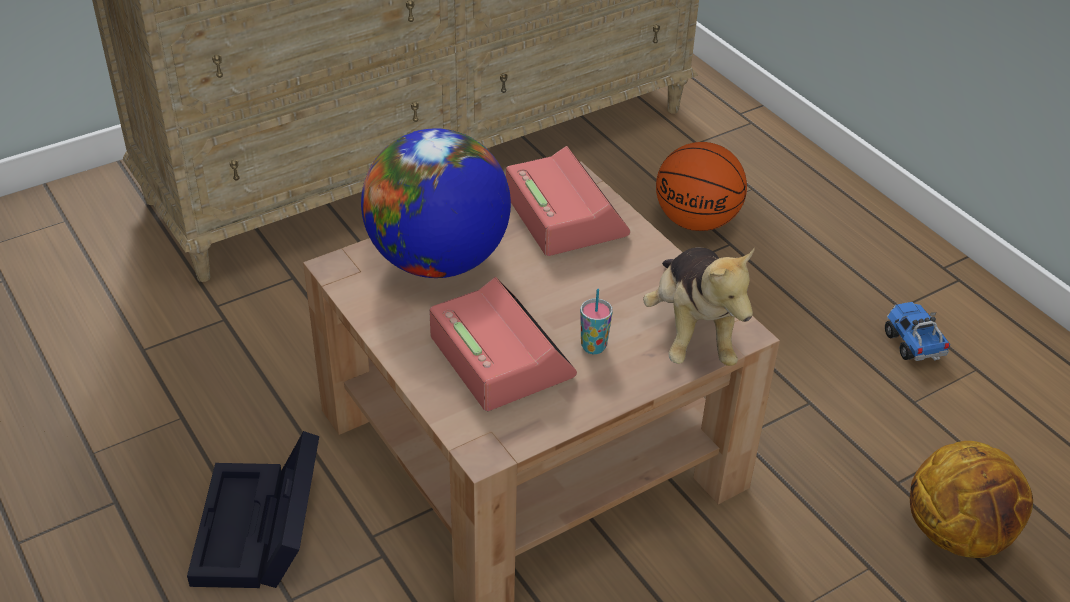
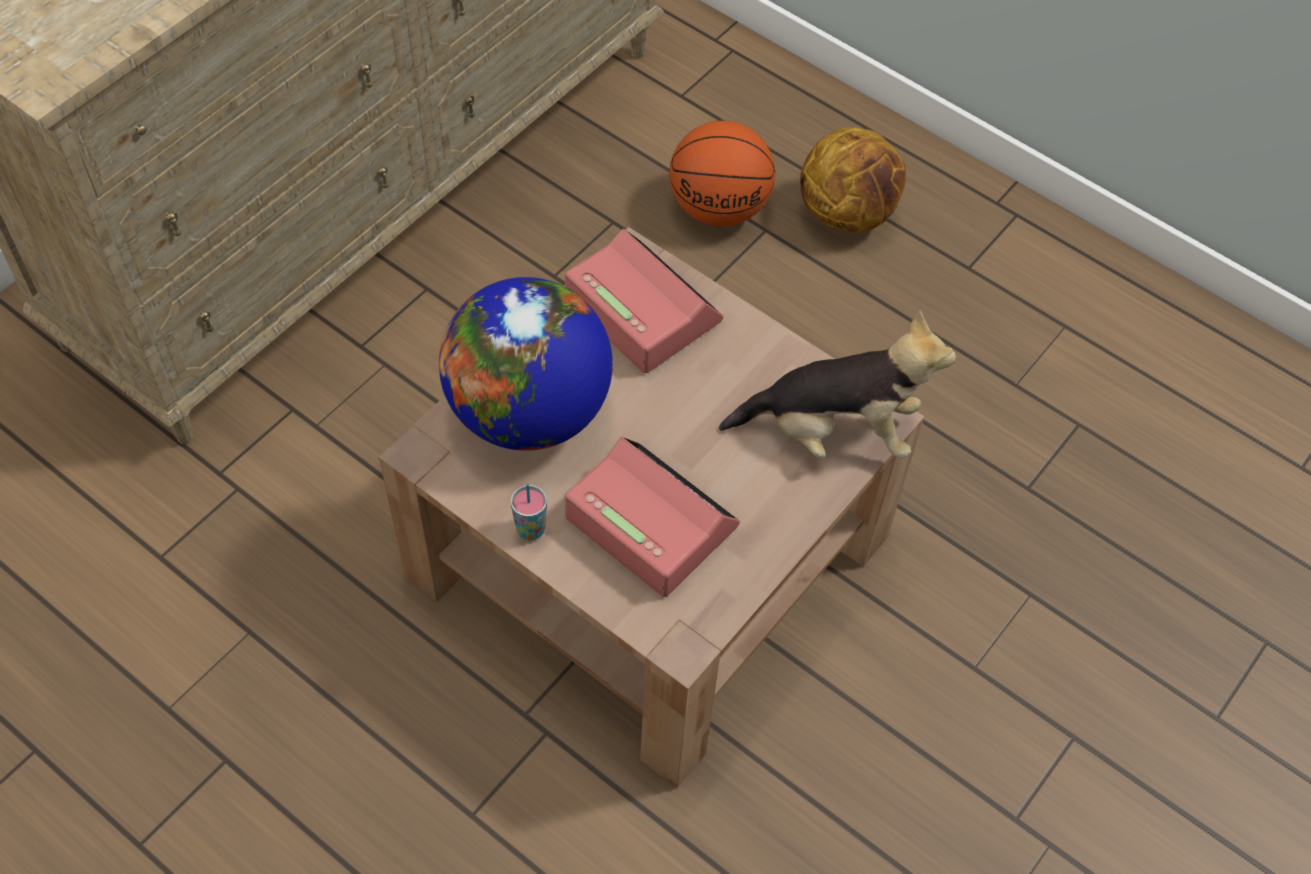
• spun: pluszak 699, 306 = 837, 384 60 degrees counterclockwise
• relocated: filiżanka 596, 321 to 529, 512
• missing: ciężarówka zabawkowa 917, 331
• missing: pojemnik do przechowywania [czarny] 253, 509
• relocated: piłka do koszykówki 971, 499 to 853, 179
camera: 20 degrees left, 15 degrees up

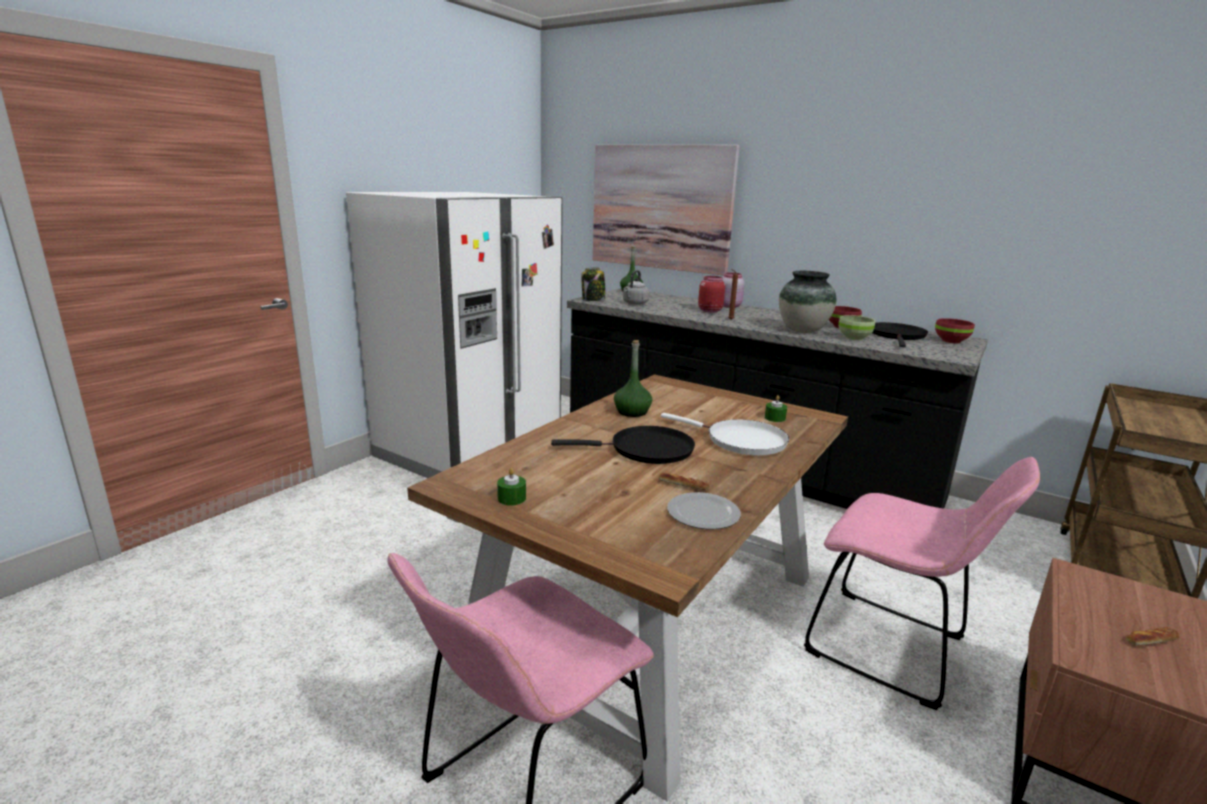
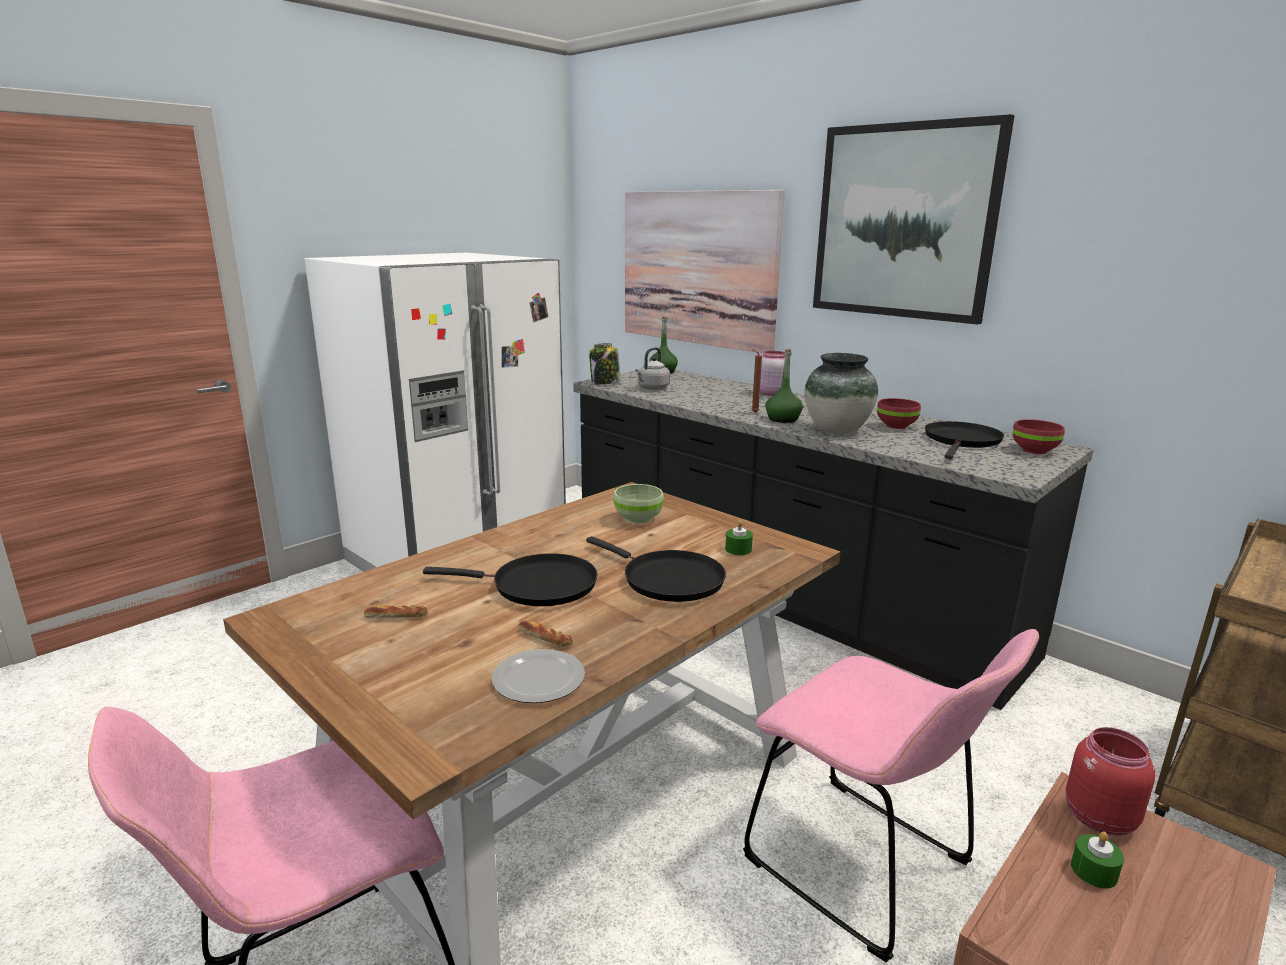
• relocated: słoik [czerwony] 711, 294 to 1110, 781
• relocated: miska [zielony] 856, 327 to 638, 504
• relocated: butelka [zielony] 633, 378 to 784, 386
• colour: patelnia [biały] 725, 434 to patelnia [czarny] 656, 569
• relocated: świeca [zielony] 511, 487 to 1097, 860
• relocated: chleb 1152, 636 to 396, 611
• appeared: obraz 914, 219
camera: 10 degrees right, 0 degrees up

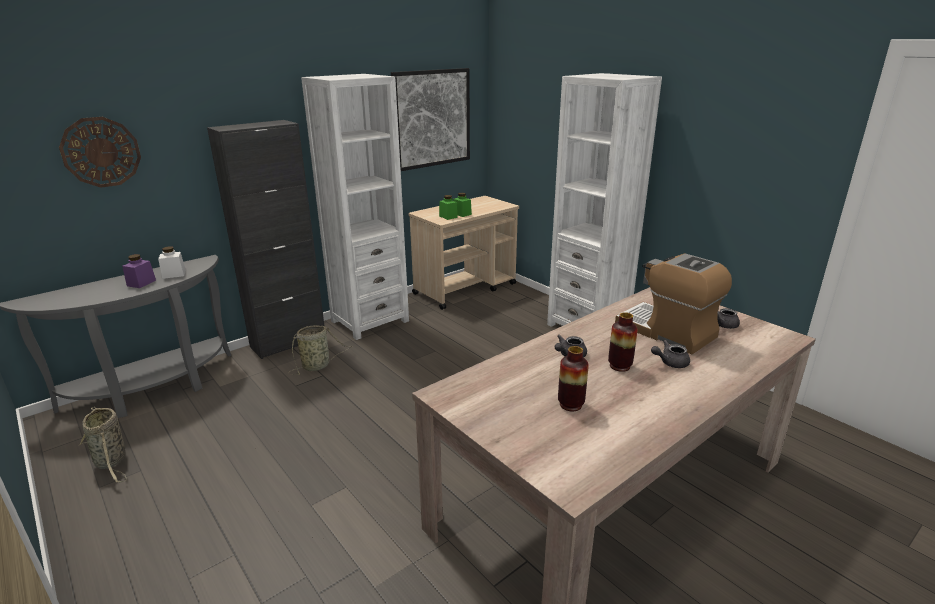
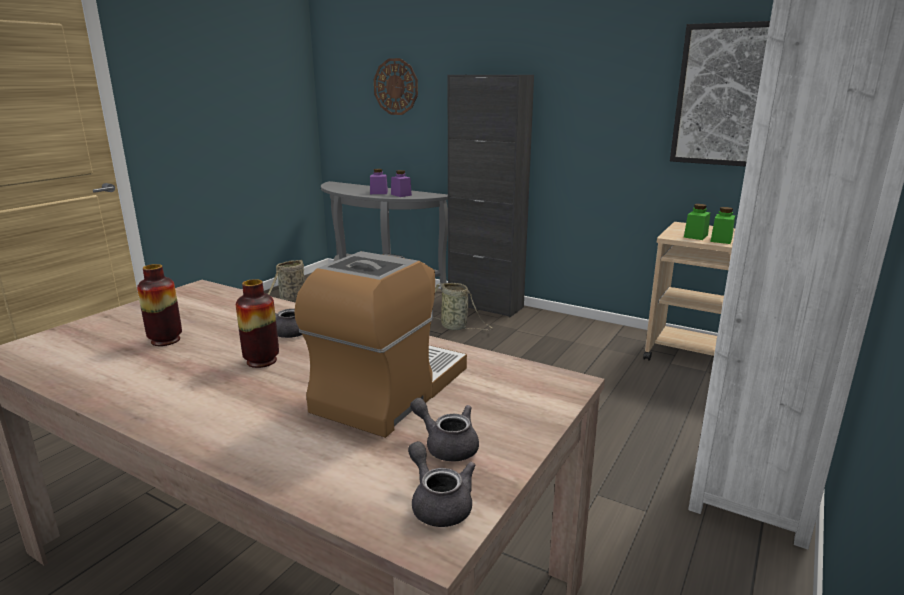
• missing: regał [biały] 355, 207
• colour: słoik [biały] 172, 262 to słoik [fioletowy] 401, 183
• relocated: imbryk [szary] 670, 354 to 441, 484
camera: 70 degrees right, 5 degrees down

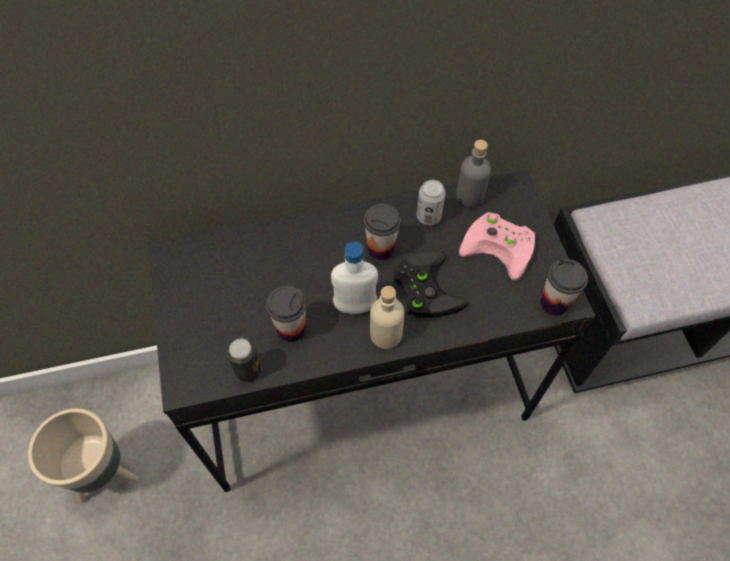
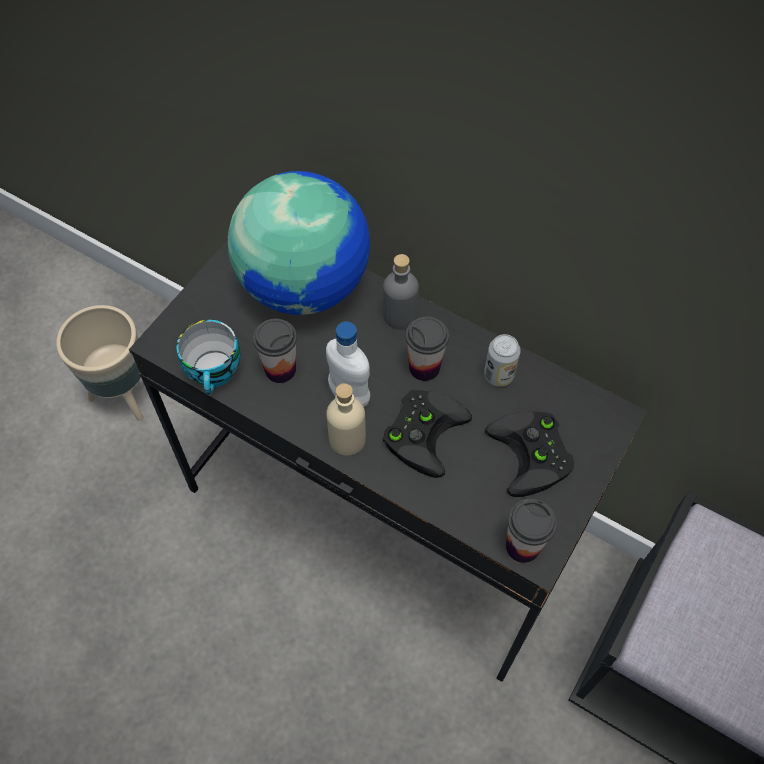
• relocated: butelka [szary] 473, 173 to 401, 292
• colour: pad do gier [różowy] 497, 246 to pad do gier [czarny] 529, 454
• exchanged: puszka 244, 360 to filiżanka 208, 357
• appeared: globus 299, 243
camera: 45 degrees right, 0 degrees up

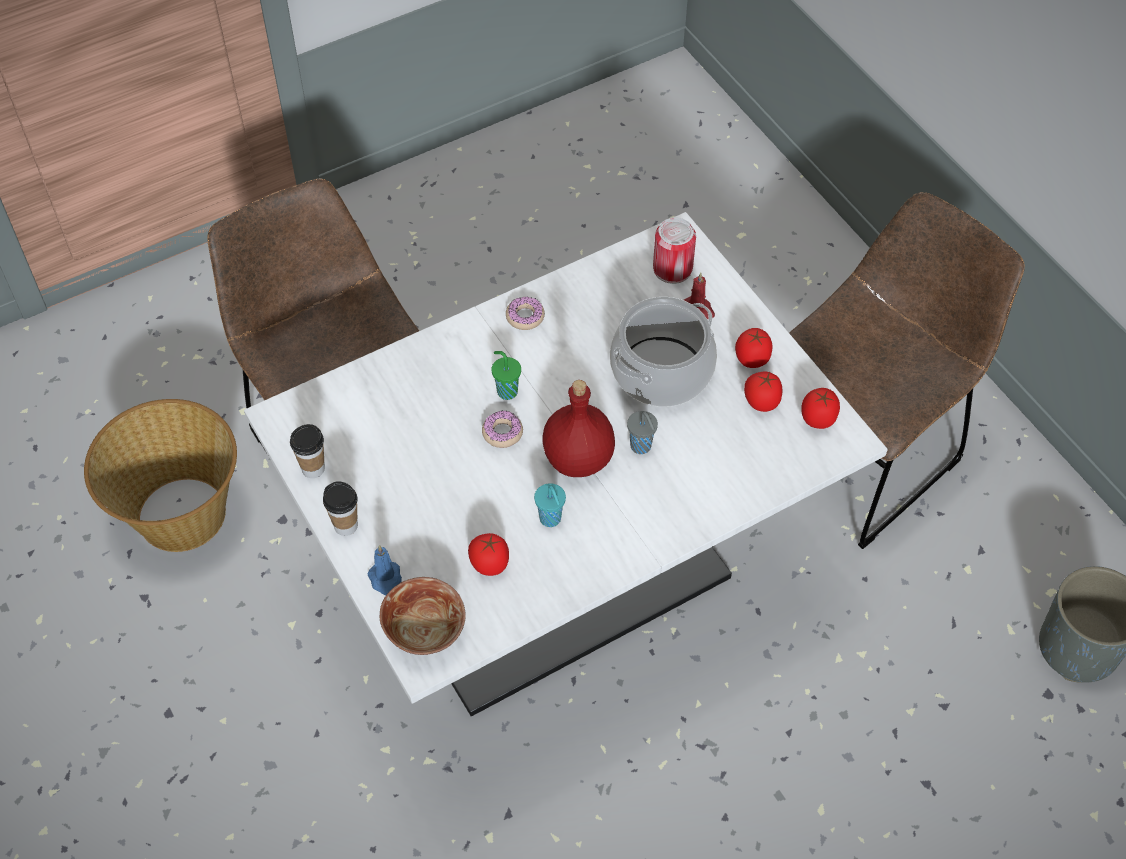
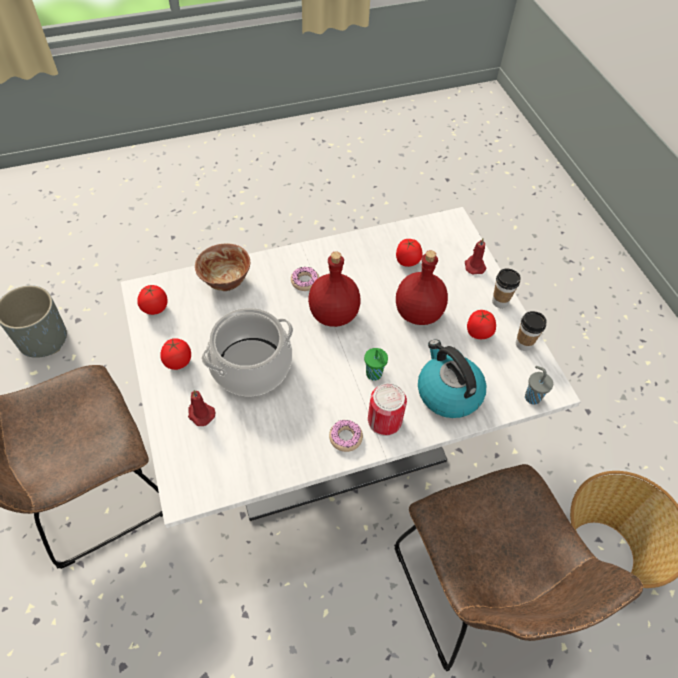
• relocated: puszka 674, 251 to 387, 409
• relocated: pomidor 763, 392 to 481, 324
• relocated: donut 502, 429 to 305, 278
• relocated: filiżanka [szary] 642, 432 to 539, 385
• missing: filiżanka [turkusowy] 550, 505
• colour: świeca [niebieski] 384, 570 to świeca [czerwony] 476, 256
• relocated: miska 423, 616 to 222, 267
• appeared: butelka [czerwony] 422, 287
• appeared: czajnik 452, 379
camera: 170 degrees left, 0 degrees up

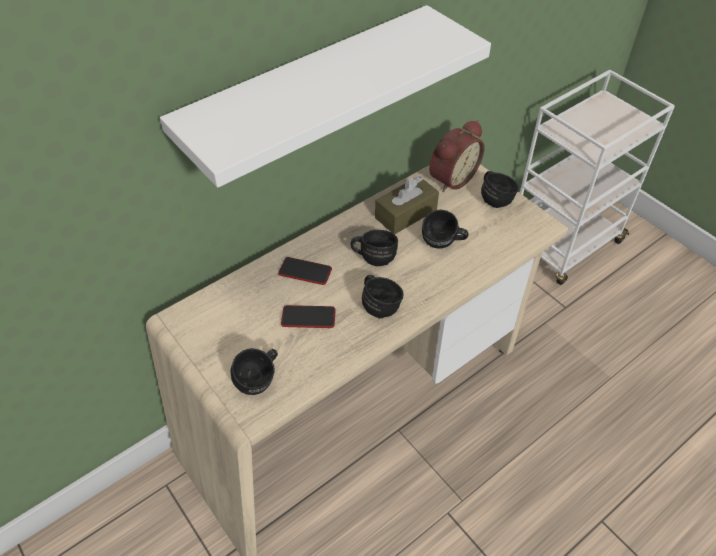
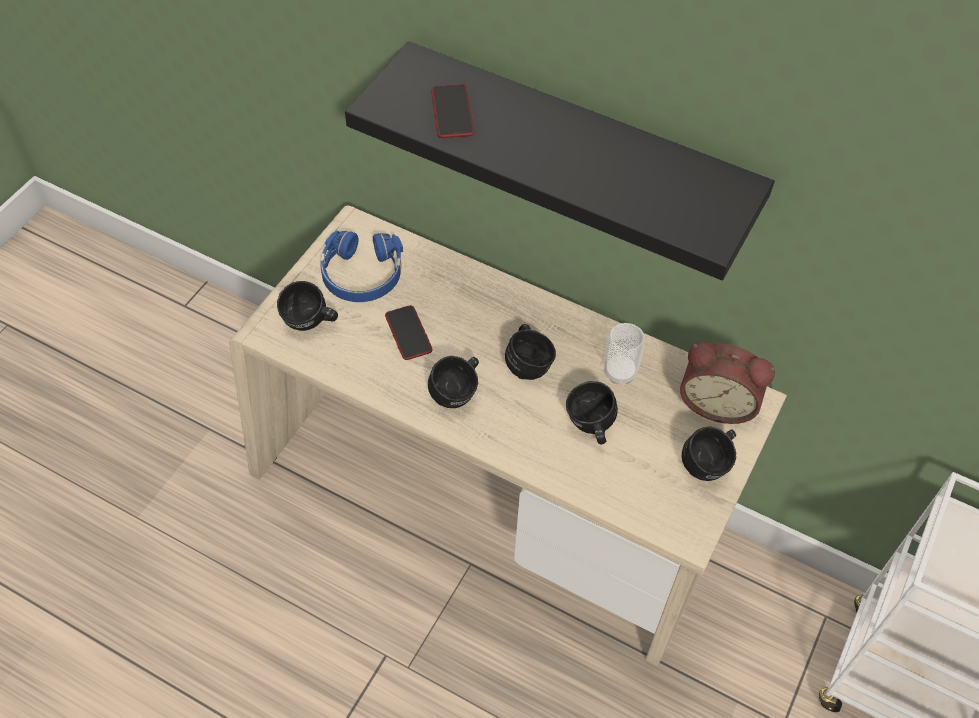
• colour: półka [biały] 325, 96 to półka [czarny] 559, 161
• exchanged: pudełko chusteczek [brązowy] 407, 205 to filiżanka 624, 353
• relocated: telefon 305, 271 to 453, 111
• appeared: słuchawki [niebieski] 361, 266
camera: 65 degrees right, 5 degrees up

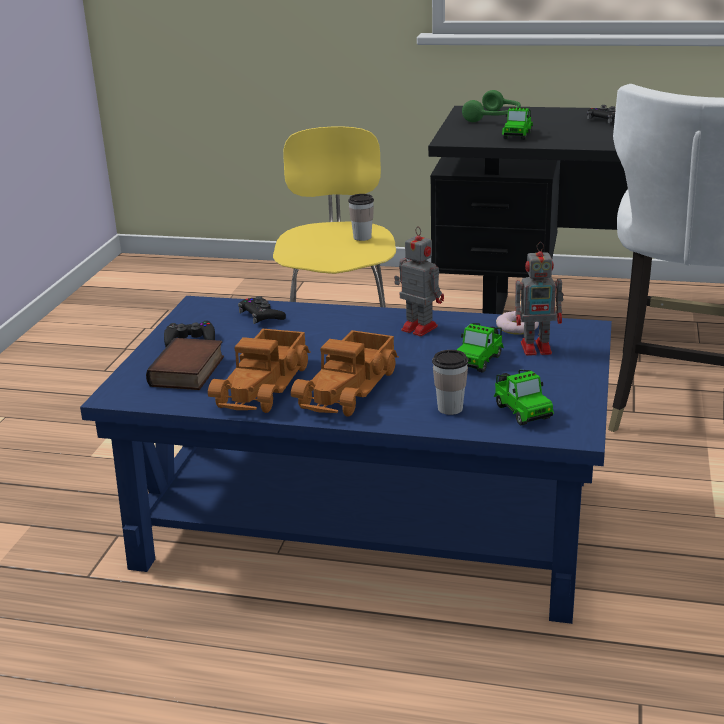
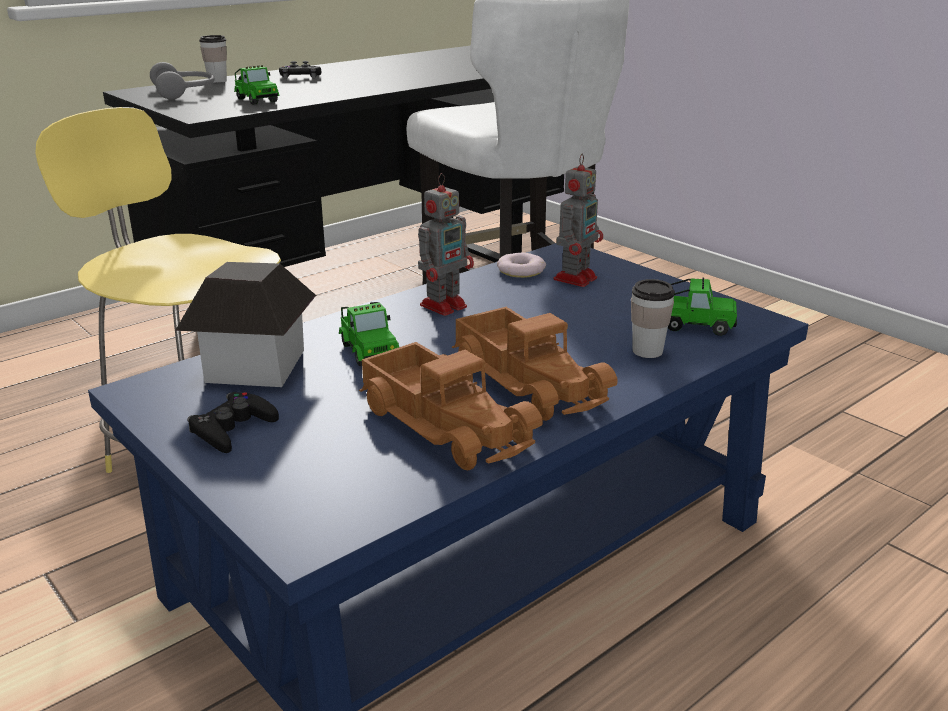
• colour: słuchawki [zielony] 491, 106 to słuchawki [szary] 182, 81
• relocated: filiżanka 361, 217 to 213, 59
• spun: robot zabawkowy 419, 281 = 446, 244 150 degrees clockwise
• exchanged: pad do gier [czarny] 262, 310 to domek 245, 324
• relocated: samochodzik 480, 348 to 369, 334
• missing: książka 185, 364
camera: 55 degrees left, 0 degrees up

